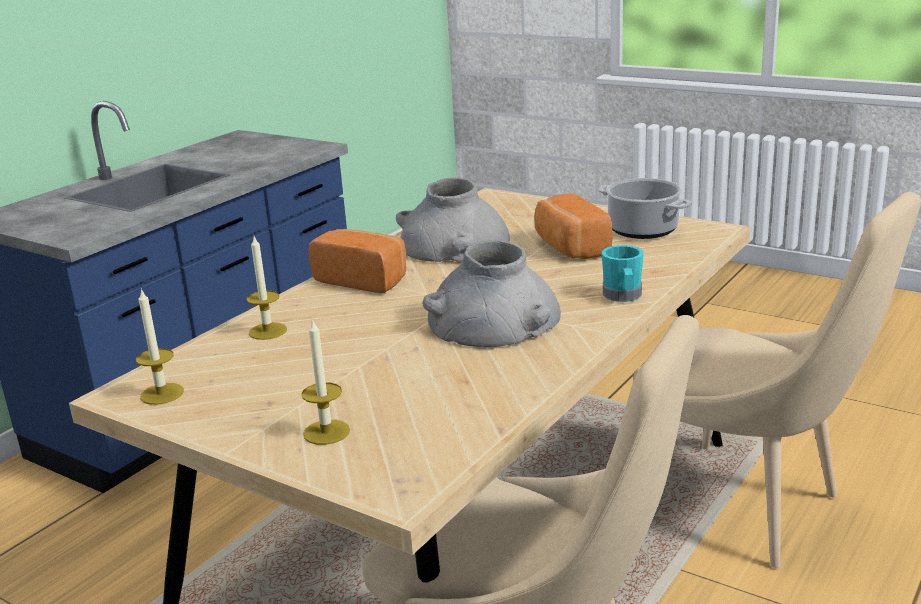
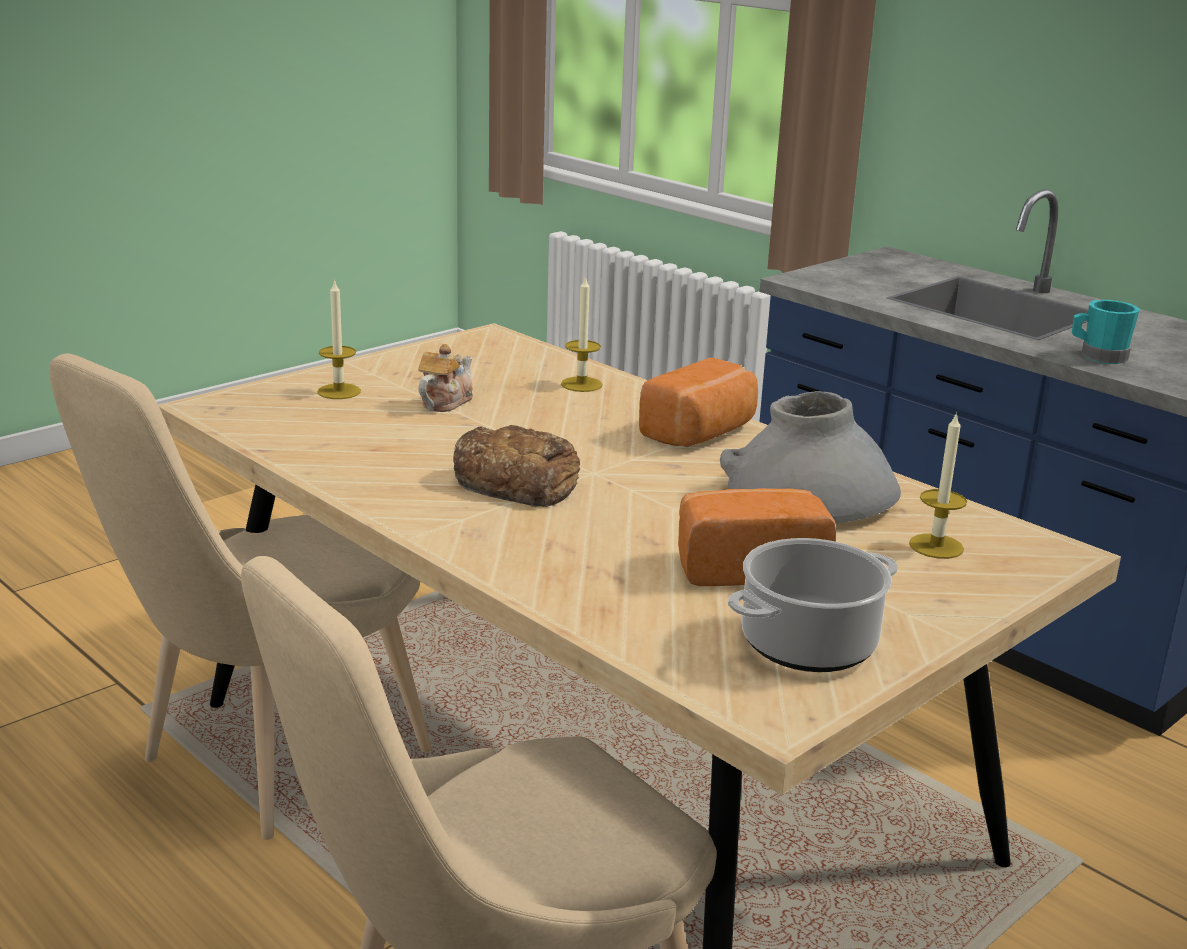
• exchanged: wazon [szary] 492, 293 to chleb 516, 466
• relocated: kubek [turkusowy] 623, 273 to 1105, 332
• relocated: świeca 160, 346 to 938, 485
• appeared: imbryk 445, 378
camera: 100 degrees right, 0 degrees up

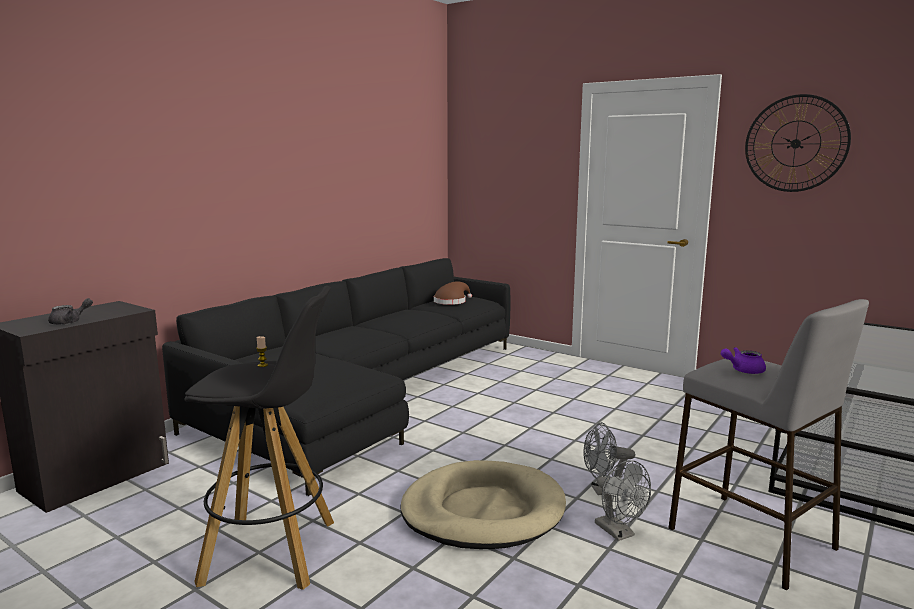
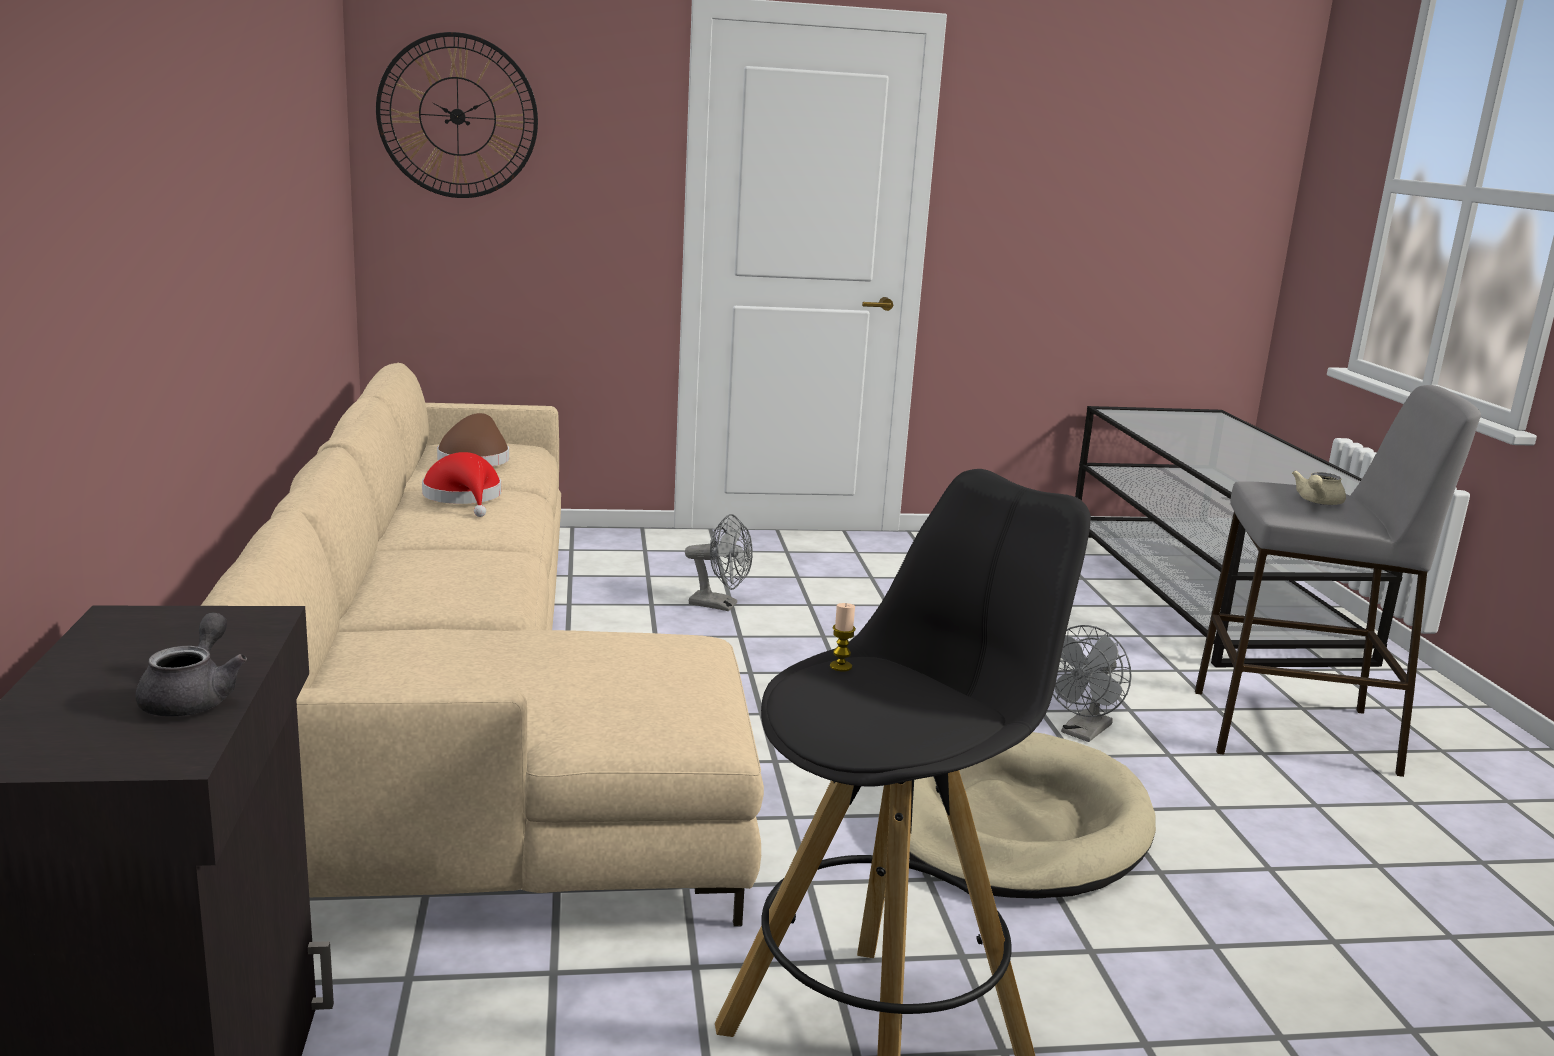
• relocated: zegar ścienny 798, 143 to 457, 115
• colour: kanapa [czarny] 336, 377 to kanapa [beżowy] 482, 645
• colour: imbryk [fioletowy] 743, 360 to imbryk [beżowy] 1319, 488
• relocated: wentylator [szary] 623, 500 to 719, 562
• appeared: kapelusz [czerwony] 461, 484
camera: 45 degrees left, 5 degrees up

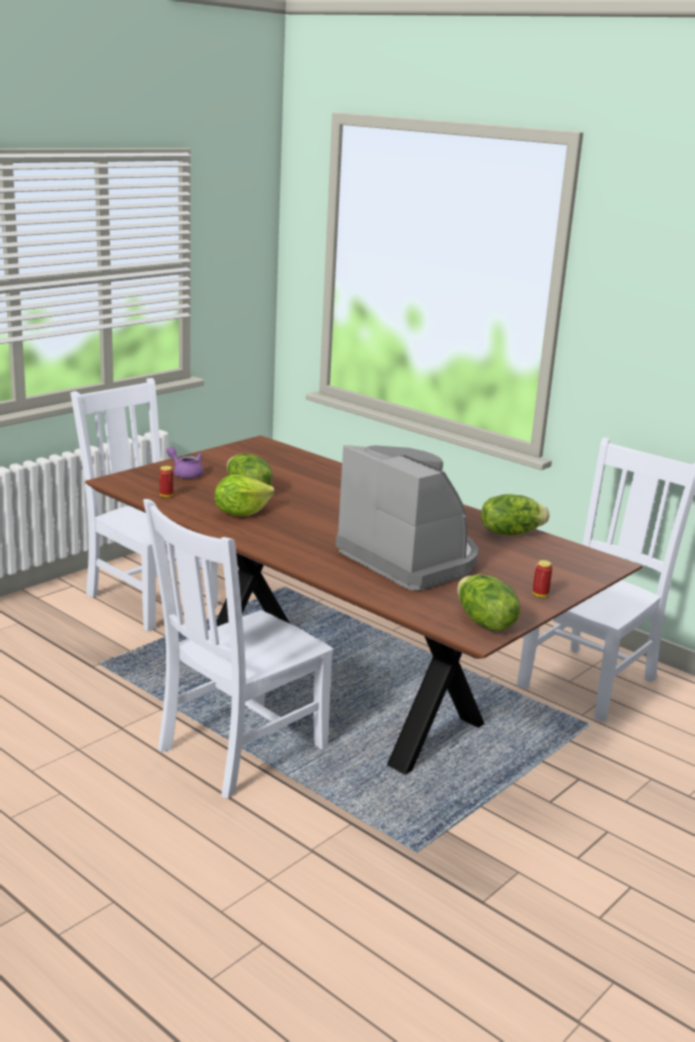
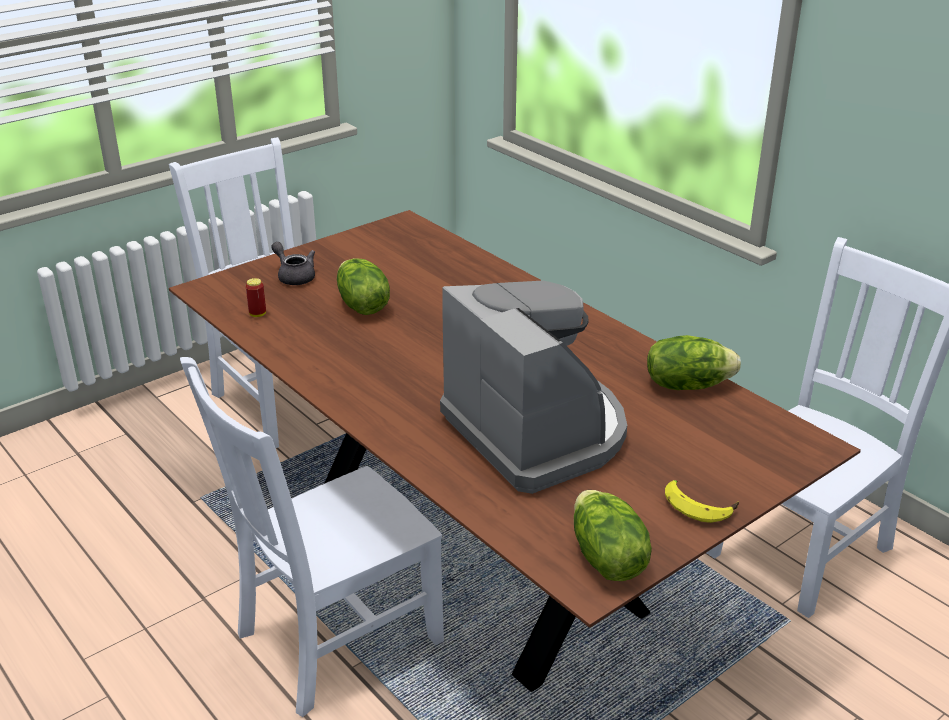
• colour: imbryk [fioletowy] 184, 463 to imbryk [szary] 293, 263
• missing: sałata 244, 495
• exchanged: puszka 542, 578 to banan 702, 501
camera: 10 degrees right, 10 degrees up

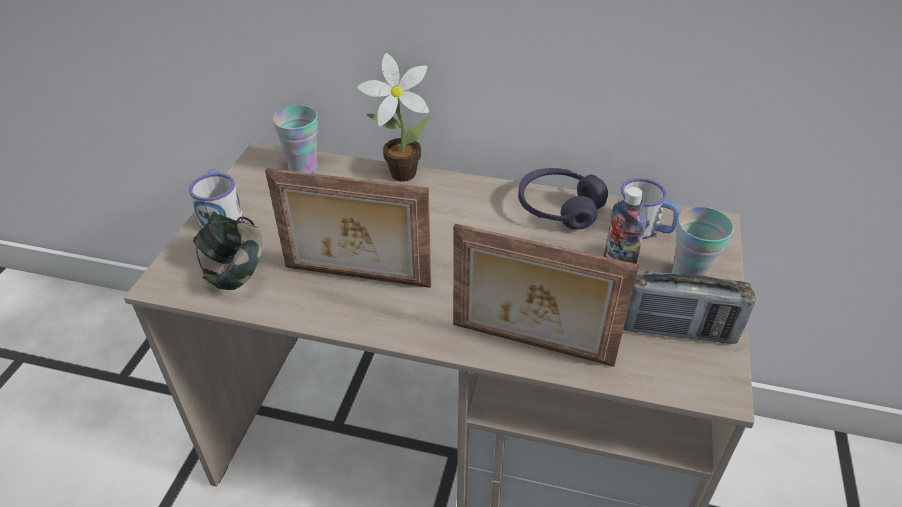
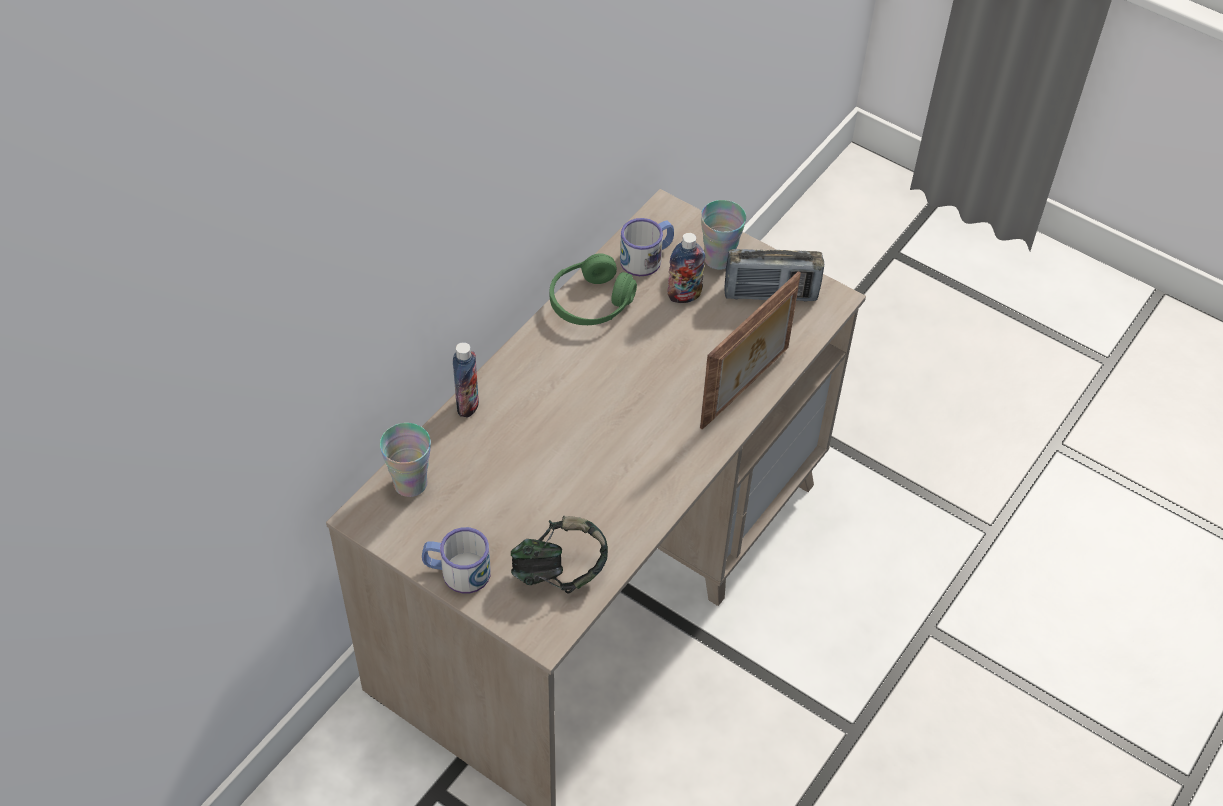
• exchanged: roślina doniczkowa 393, 117 to butelka 466, 380
• missing: ramka na zdjęcie 348, 228
• colour: słuchawki [fioletowy] 563, 198 to słuchawki [zielony] 593, 289
• spun: radio 689, 307 = 774, 275 60 degrees clockwise
camera: 70 degrees left, 10 degrees up

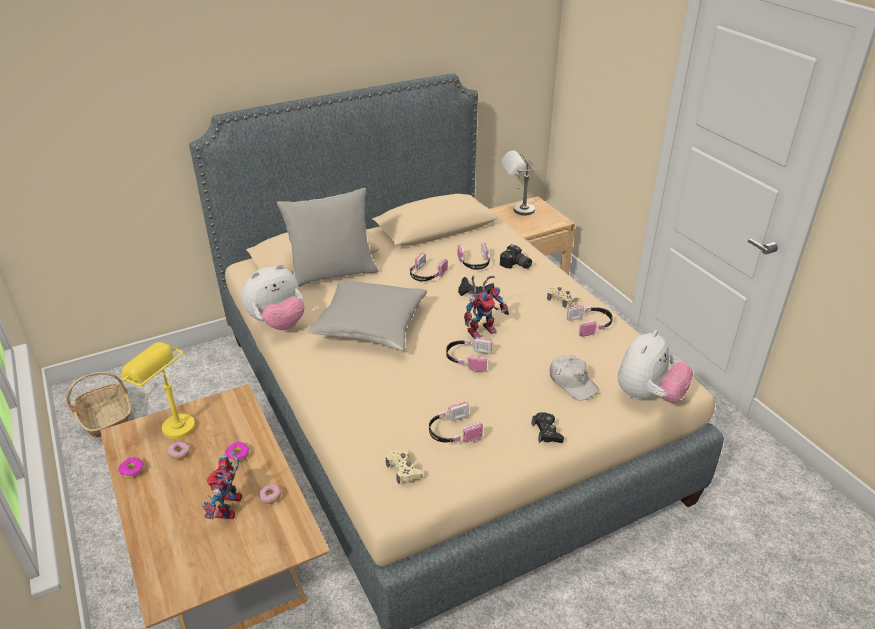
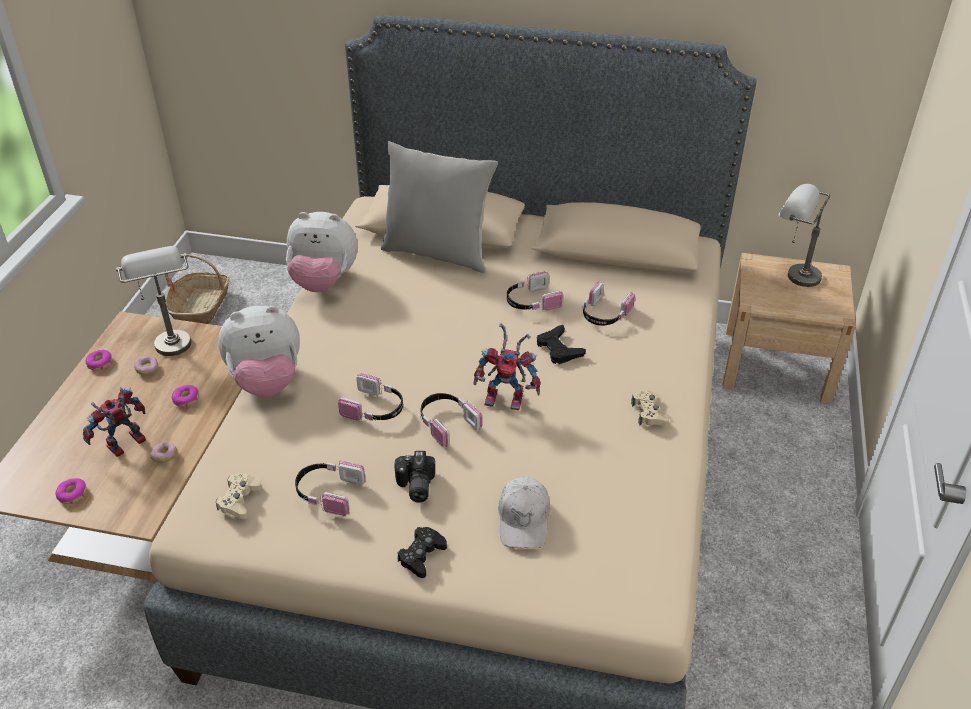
• relocated: aparat fotograficzny 516, 256 to 414, 477
• missing: poduszka [szary] 367, 315
• relocated: słuchawki 590, 321 to 370, 397
• relocated: pluszak 655, 366 to 259, 351
• colour: lampa stołowa [żółty] 158, 390 to lampa stołowa [szary] 153, 301
• appeared: donut 71, 491
camera: 40 degrees right, 5 degrees up

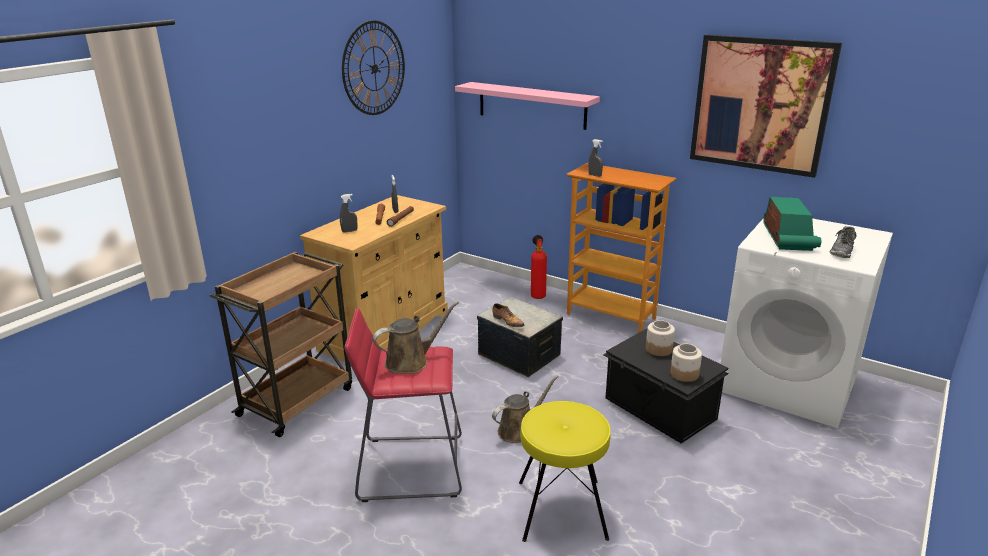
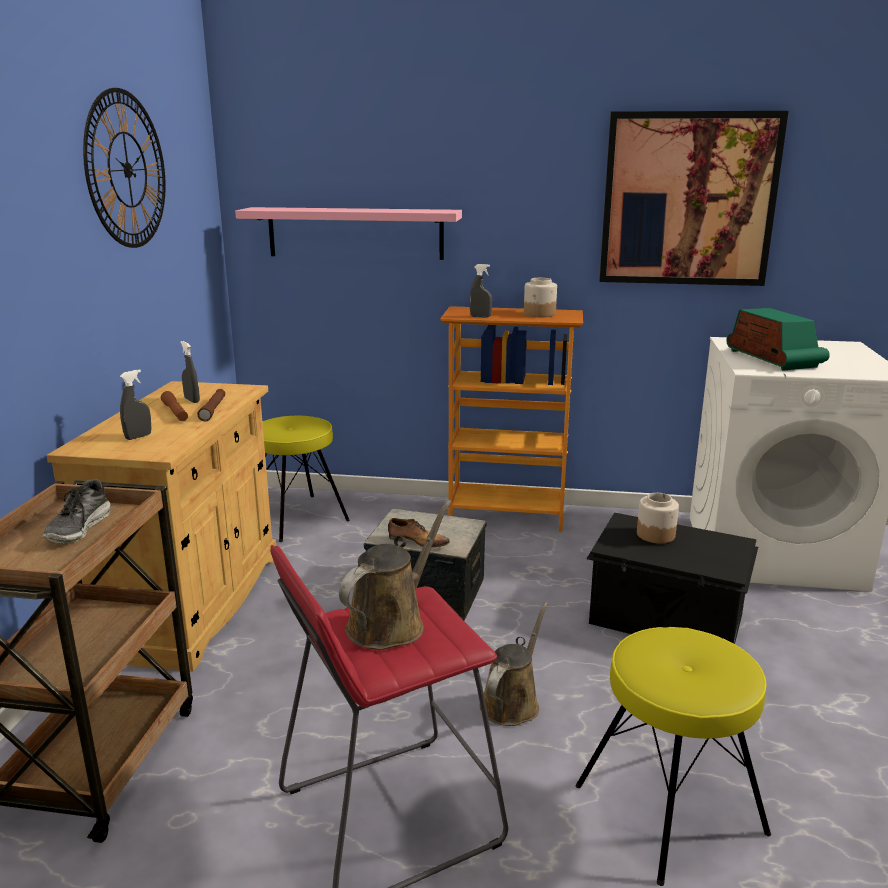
• relocated: but 843, 242 to 77, 511
• missing: gaśnica 539, 267
• relocated: słoik 686, 363 to 540, 297
• appeared: stołek [żółty] 306, 478
camera: 25 degrees left, 5 degrees down

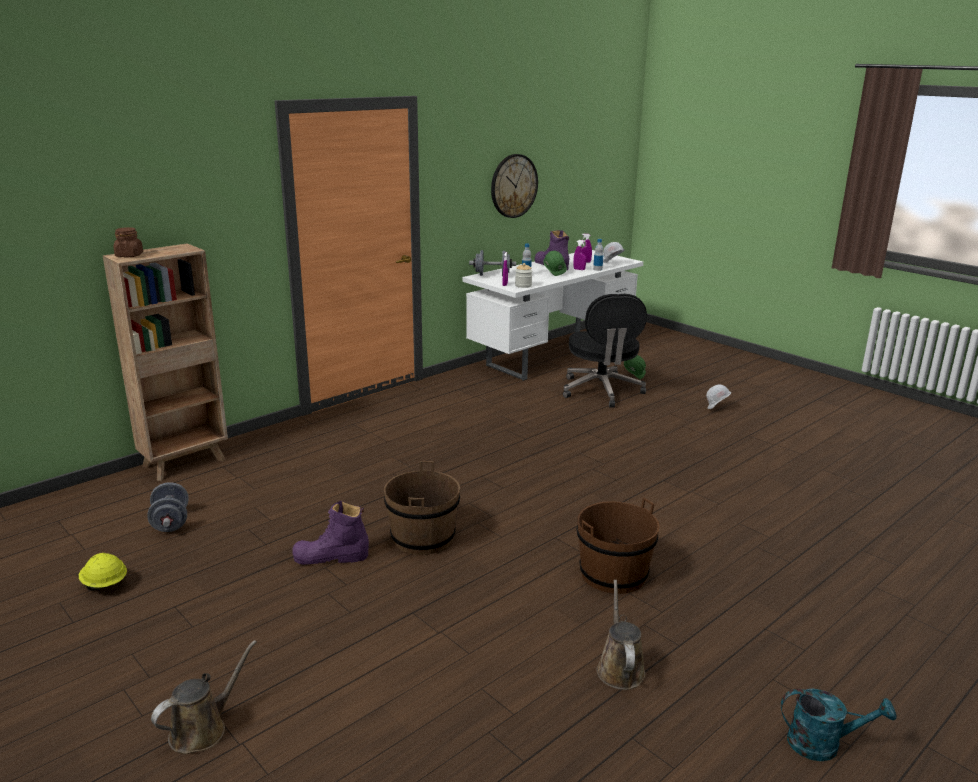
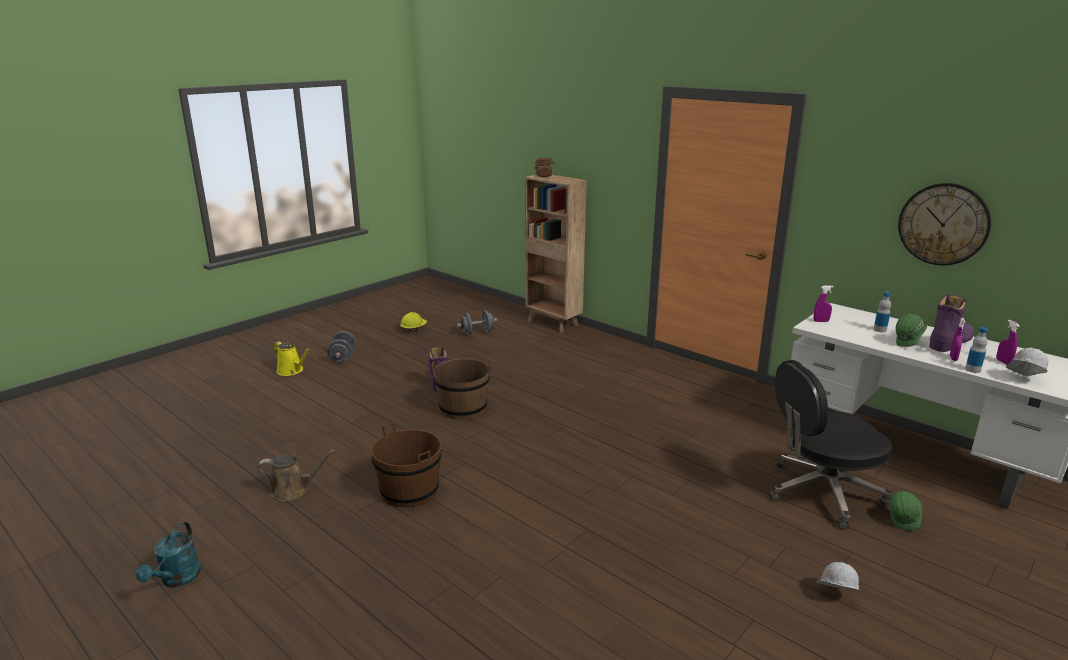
• relocated: hantel [szary] 492, 263 to 341, 347
• missing: słoik 523, 275
• colour: konewka [brązowy] 204, 697 to konewka [żółty] 291, 359
camera: 85 degrees right, 0 degrees up

